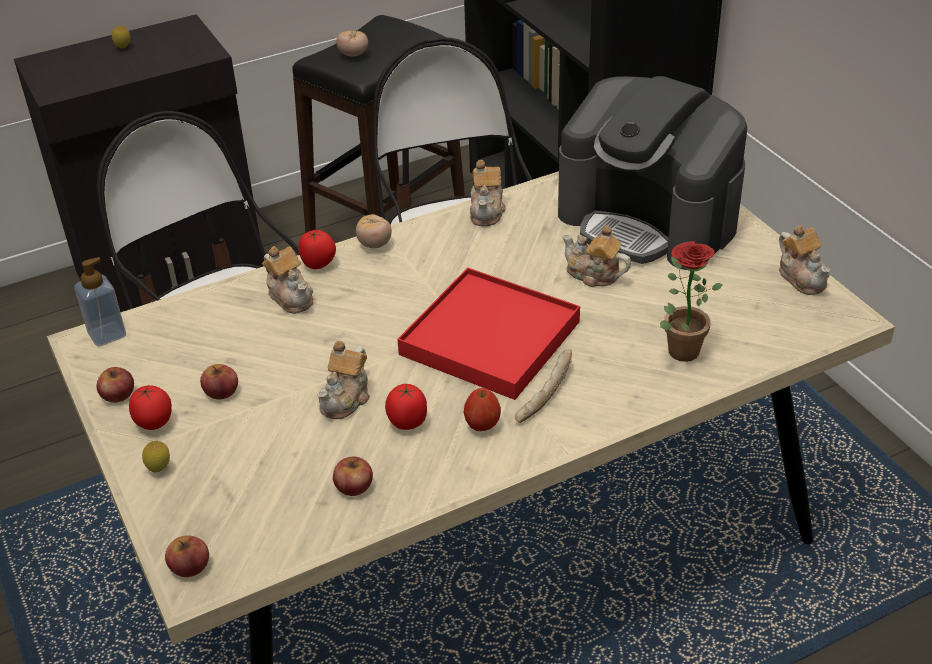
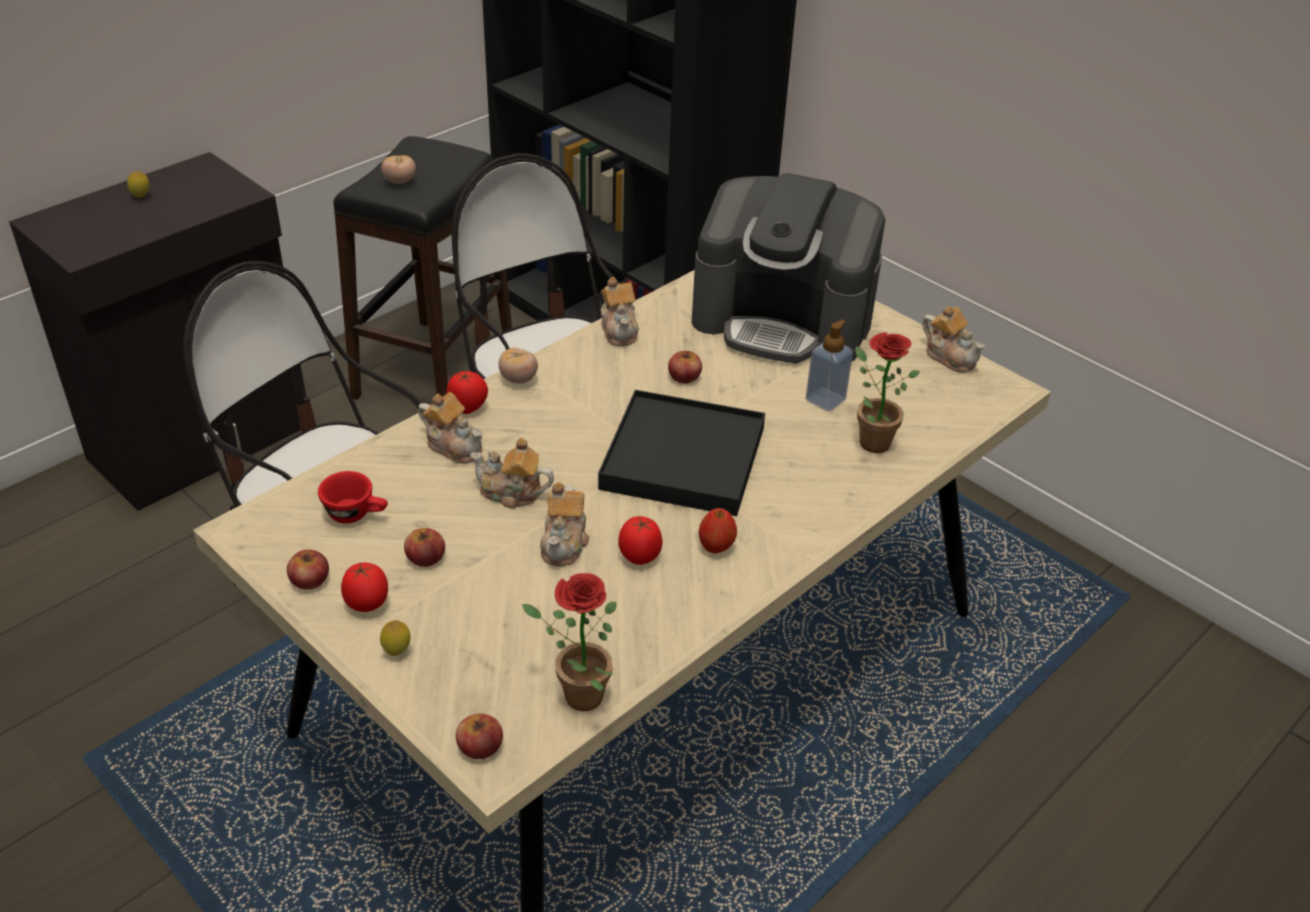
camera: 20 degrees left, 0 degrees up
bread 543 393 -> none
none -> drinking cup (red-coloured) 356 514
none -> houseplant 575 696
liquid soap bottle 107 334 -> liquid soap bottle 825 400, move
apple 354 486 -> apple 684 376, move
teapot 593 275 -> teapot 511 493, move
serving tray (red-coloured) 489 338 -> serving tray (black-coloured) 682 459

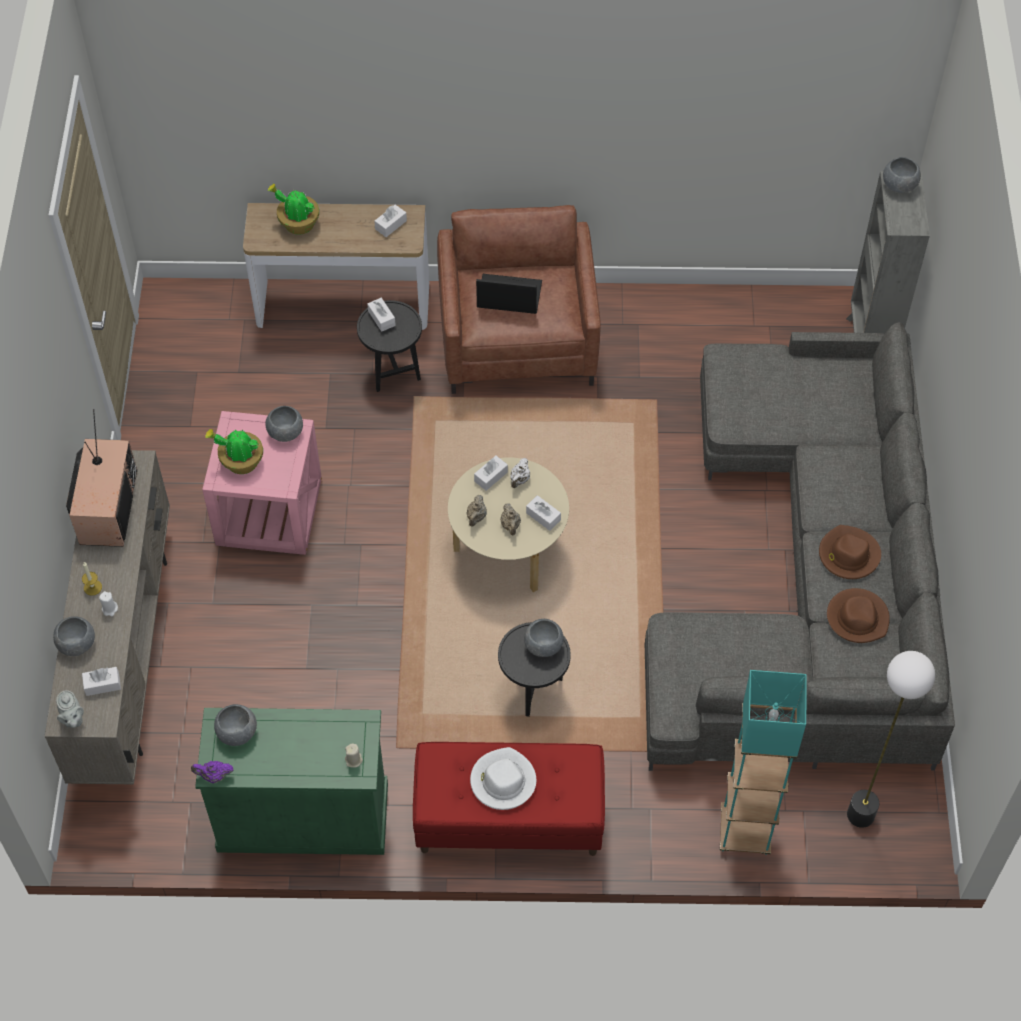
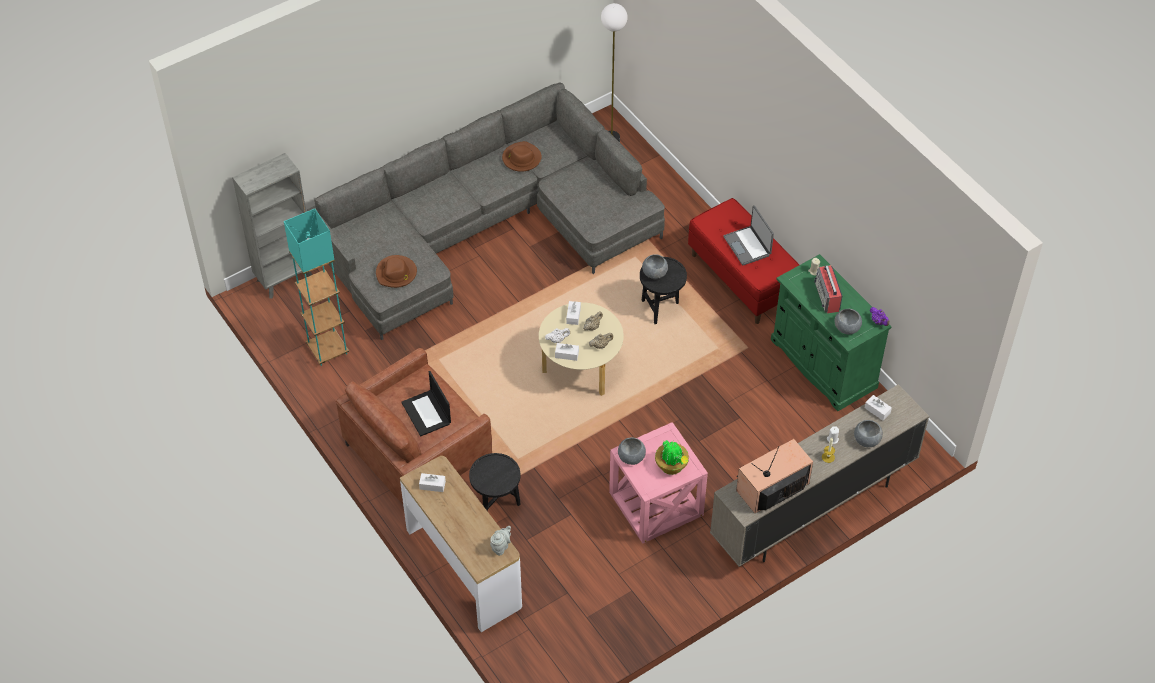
camera: 125 degrees left, 5 degrees down
houseplant 297 224 -> none
box of tissues (white-coloured) 381 318 -> none
bowl (greyish) 899 185 -> none
none -> radio 827 297
teapot (greyish) 72 719 -> teapot (greyish) 501 546, move
standing lamp (blue-green) 745 832 -> standing lamp (blue-green) 327 350, move
hat (brown) 848 555 -> hat (brown) 396 273, move
hat (white-coloured) 502 781 -> portable computer 748 246

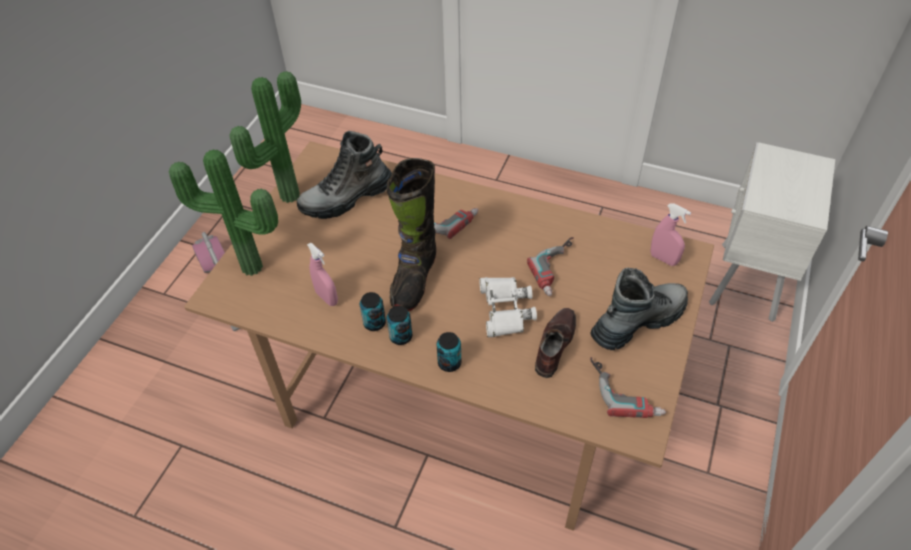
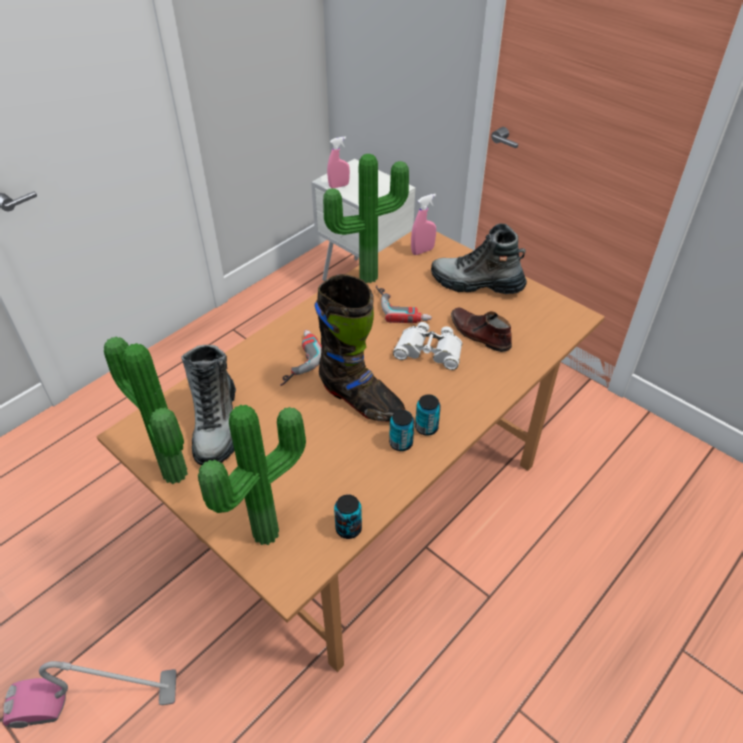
camera: 70 degrees left, 5 degrees down
electric drill 626 390 -> none
none -> houseplant 366 275
sprayer (pink) 327 298 -> sprayer (pink) 339 186, move
can 449 363 -> can 348 529, move
high-top boot 638 321 -> high-top boot 476 283, 60 degrees counterclockwise

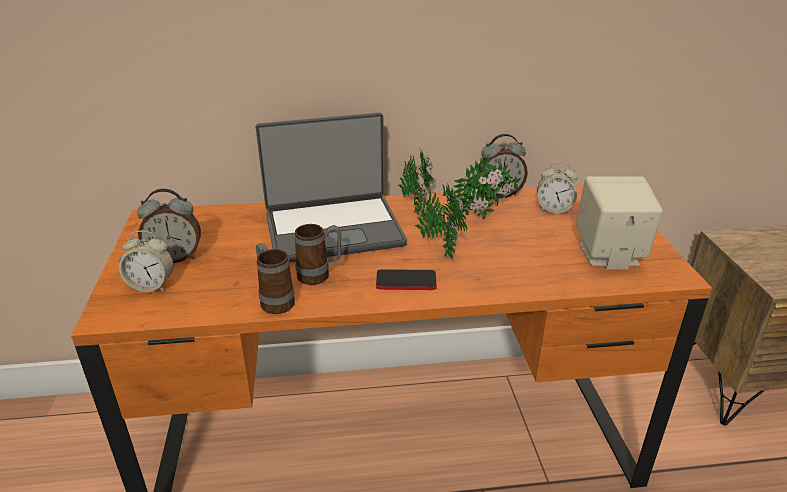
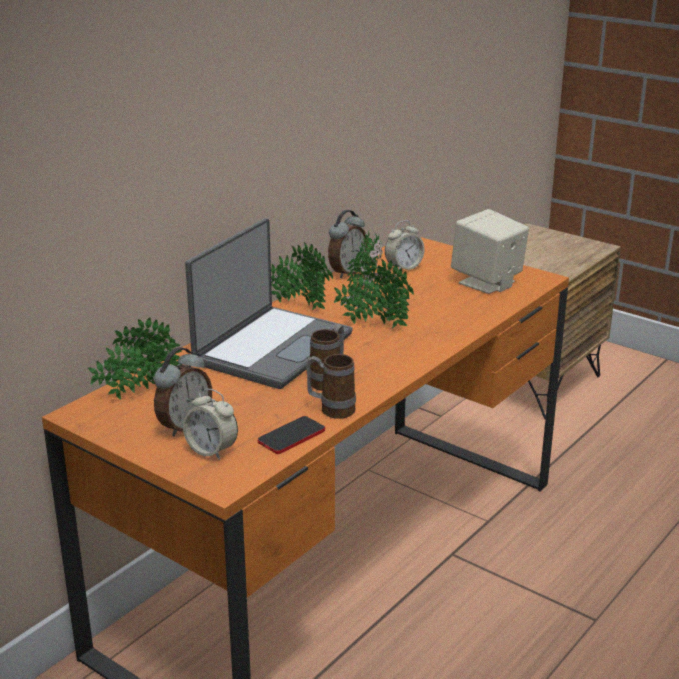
camera: 45 degrees left, 5 degrees down
none -> houseplant 138 393
handset 406 281 -> handset 291 436, move
bedside clock 151 286 -> bedside clock 211 450, 75 degrees clockwise

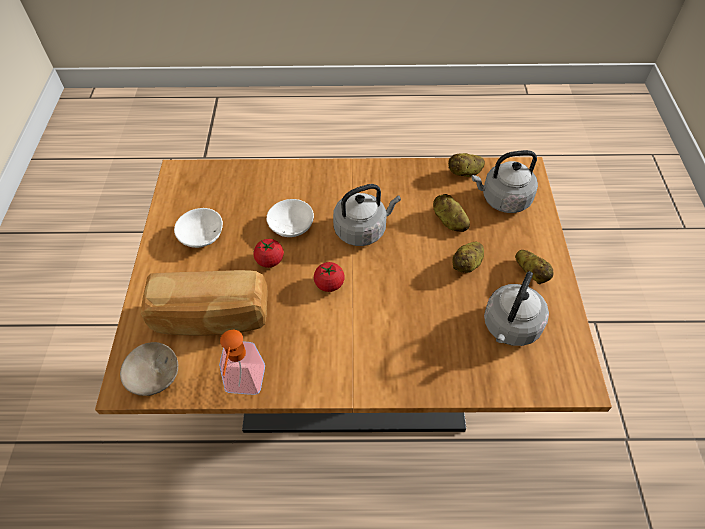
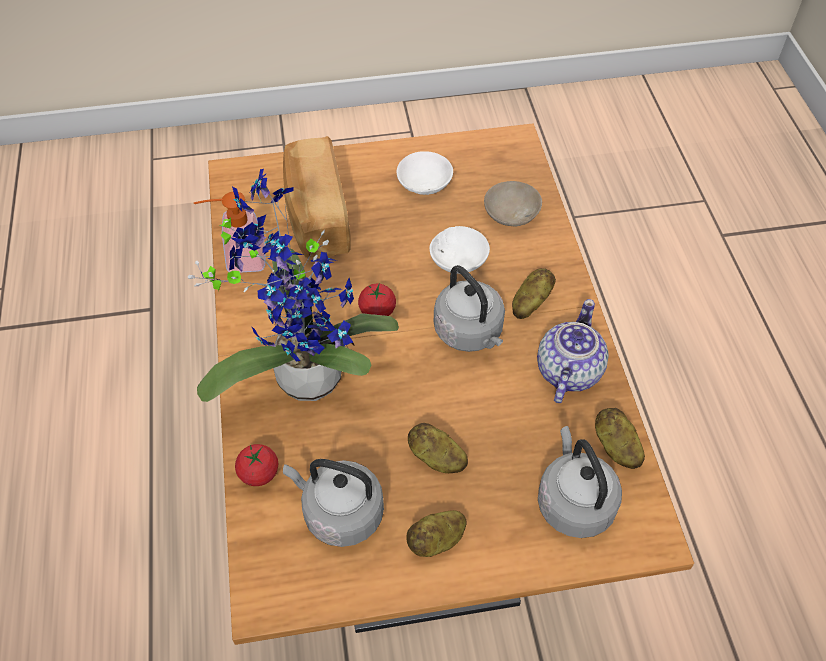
camera: 80 degrees right, 0 degrees up
none -> houseplant 304 371
none -> teapot 567 371
bowl (beige-coloured) 152 376 -> bowl (beige-coloured) 511 213, move
tomato 270 260 -> tomato 259 473, move
whole potato 449 221 -> whole potato 530 303, move

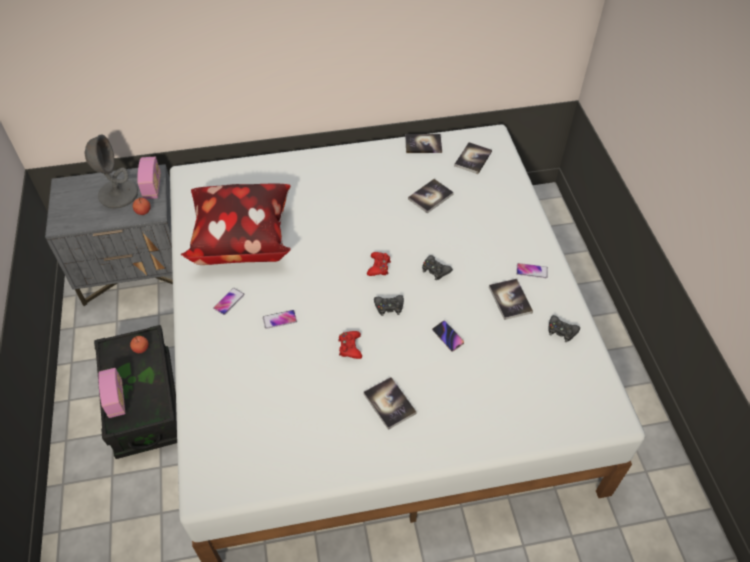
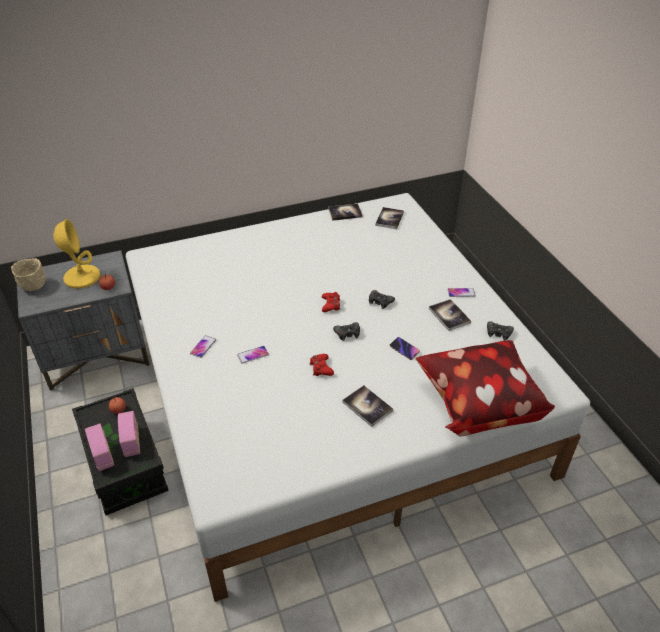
camera: 10 degrees left, 10 degrees down
book 430 196 -> none
none -> bowl (beige-coloured) 34 286
radio 152 187 -> radio 131 441, move
cushion 241 240 -> cushion 477 404, move
lamp for a table (greyish) 118 194 -> lamp for a table (yellow) 82 277

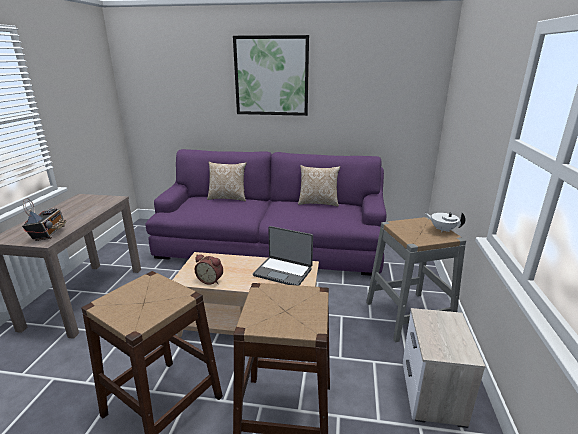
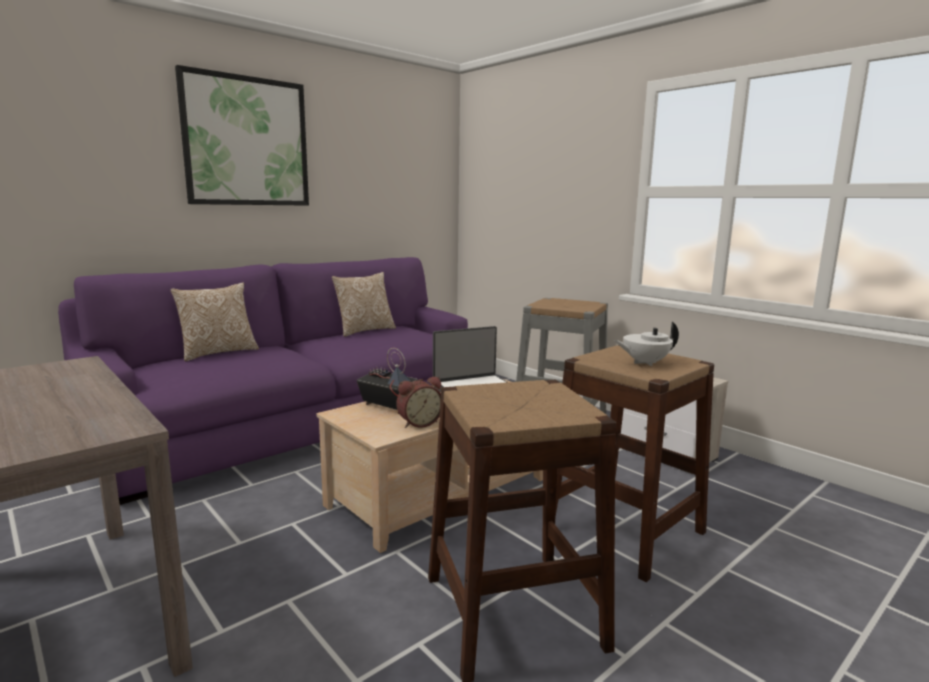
camera: 50 degrees left, 10 degrees down
radio 49 234 -> radio 388 407, move
teapot (white-coloured) 442 230 -> teapot (white-coloured) 644 363, move

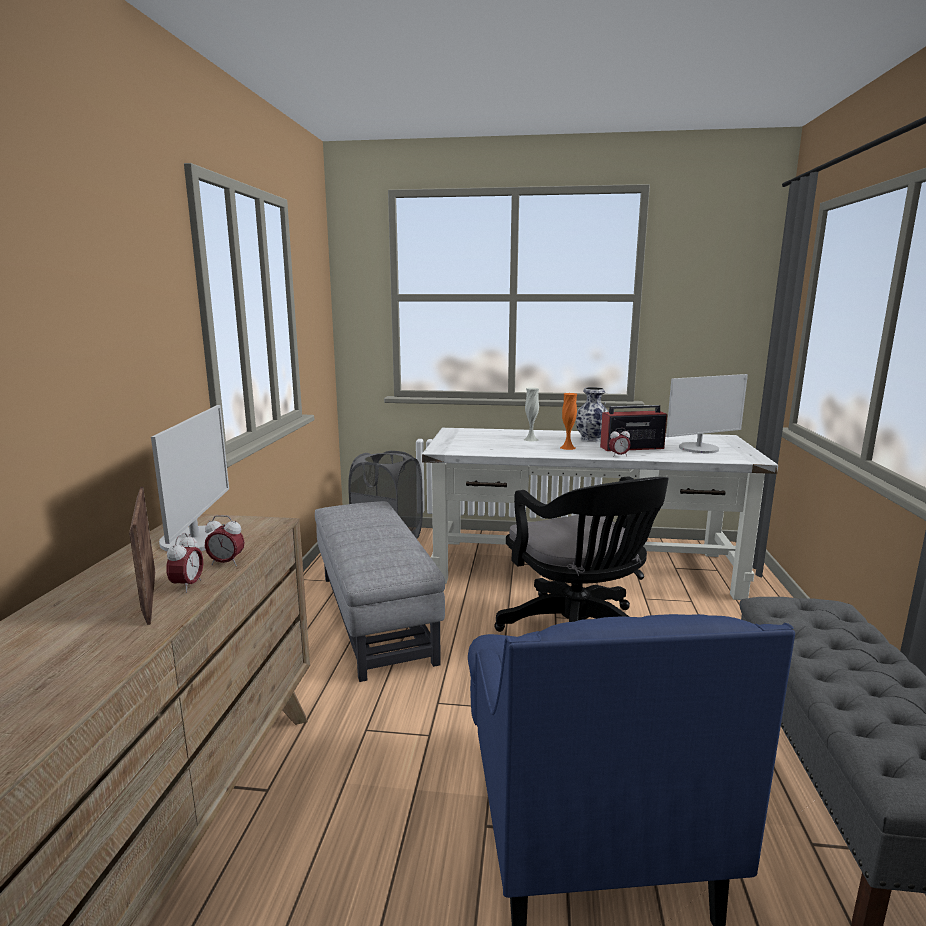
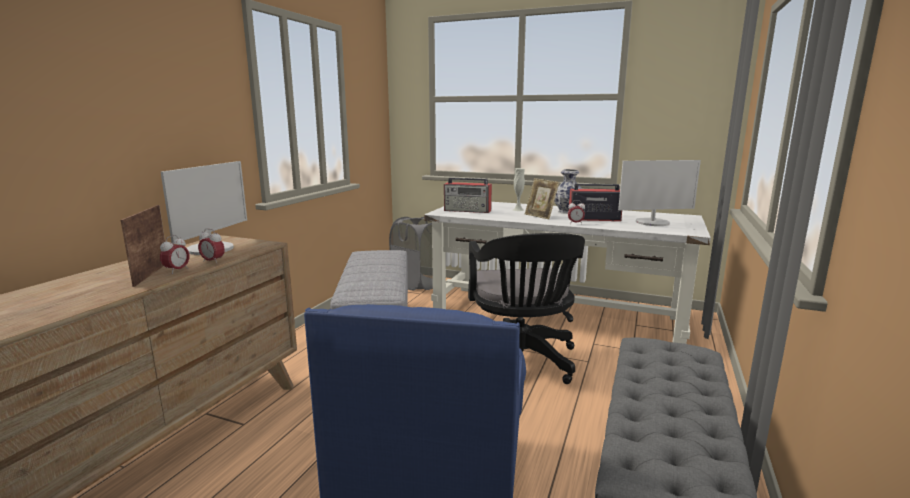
camera: 15 degrees right, 0 degrees up
none -> radio 468 210
vase (orange) 567 447 -> photo frame 540 216

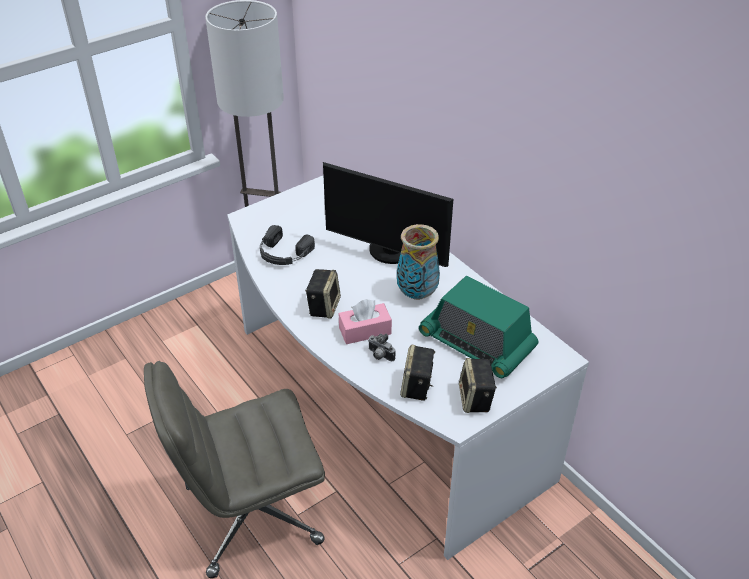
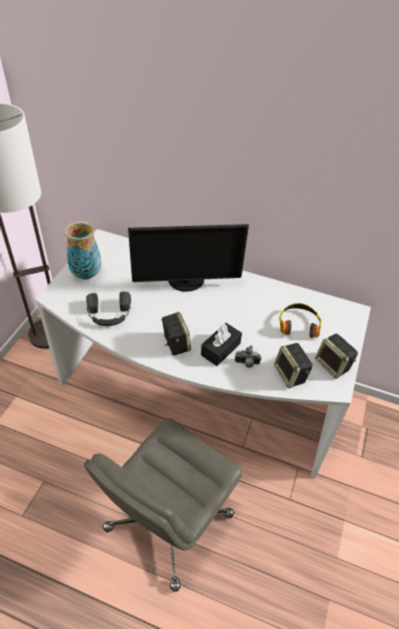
camera: 35 degrees left, 5 degrees up
vase 417 294 -> vase 87 275, move
radio 477 343 -> pair of headphones 298 324
box of tissues (pink) 365 331 -> box of tissues (black-coloured) 220 349

